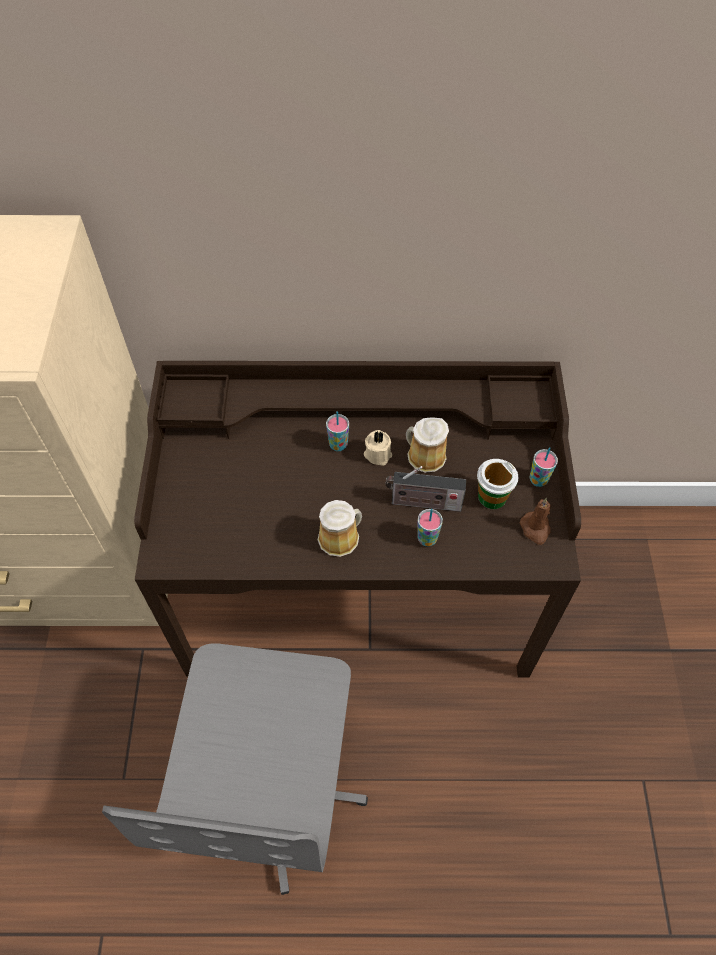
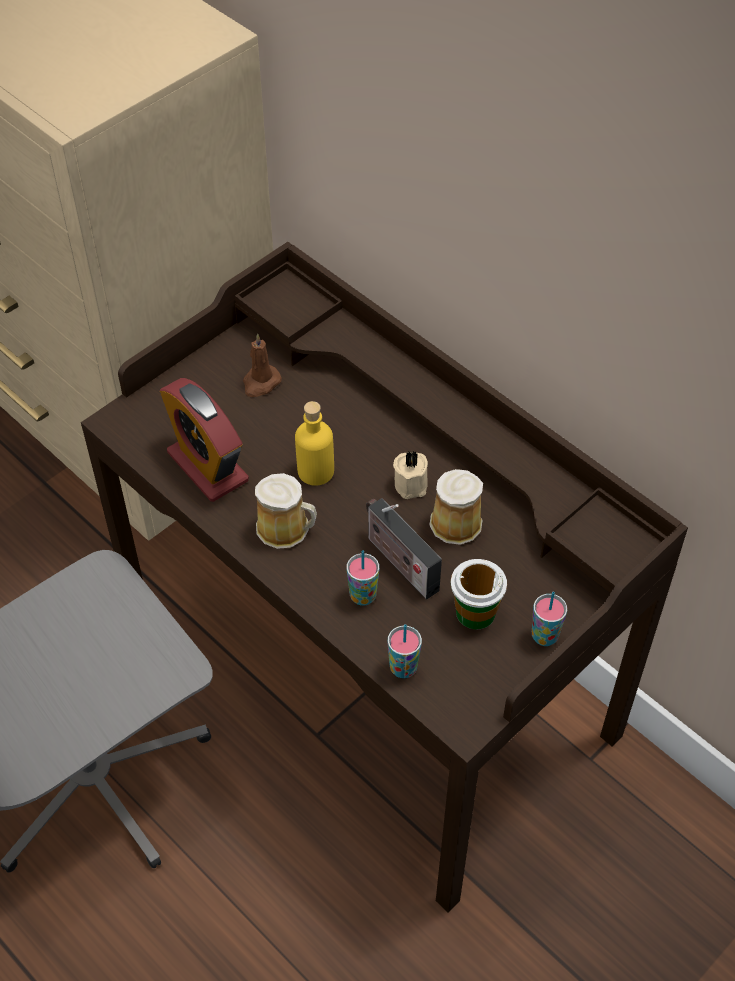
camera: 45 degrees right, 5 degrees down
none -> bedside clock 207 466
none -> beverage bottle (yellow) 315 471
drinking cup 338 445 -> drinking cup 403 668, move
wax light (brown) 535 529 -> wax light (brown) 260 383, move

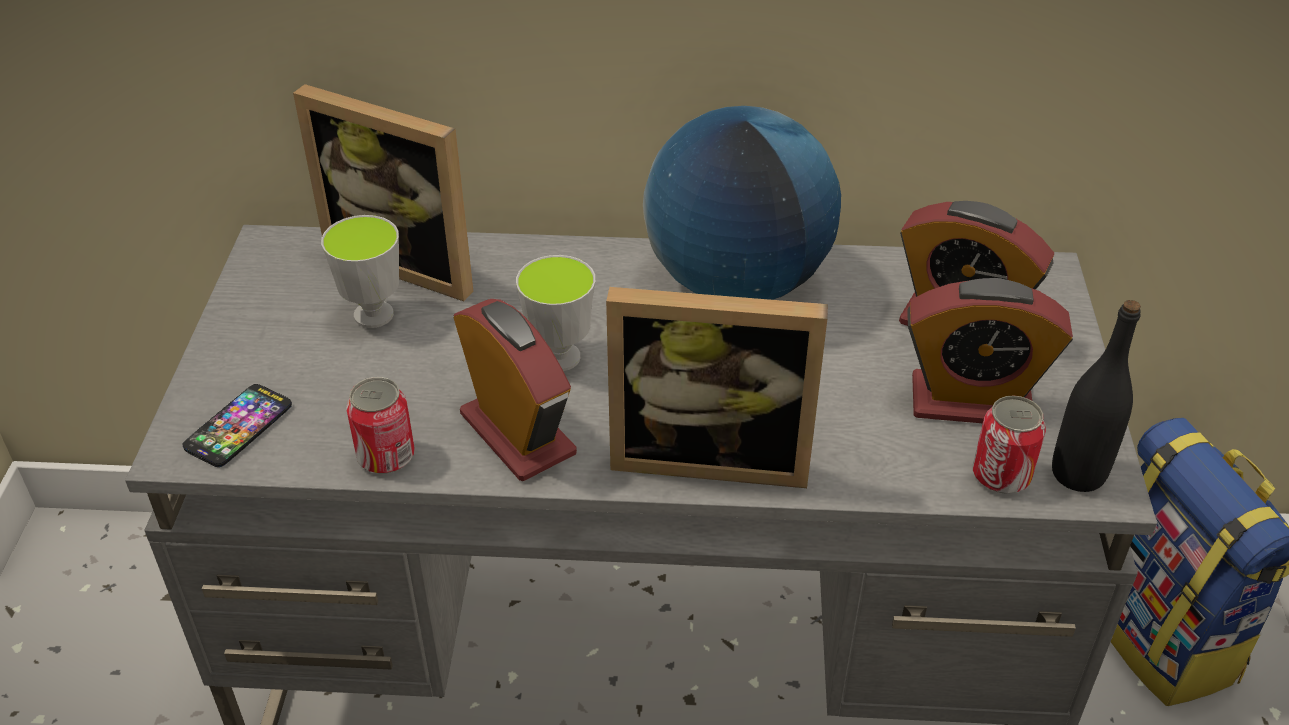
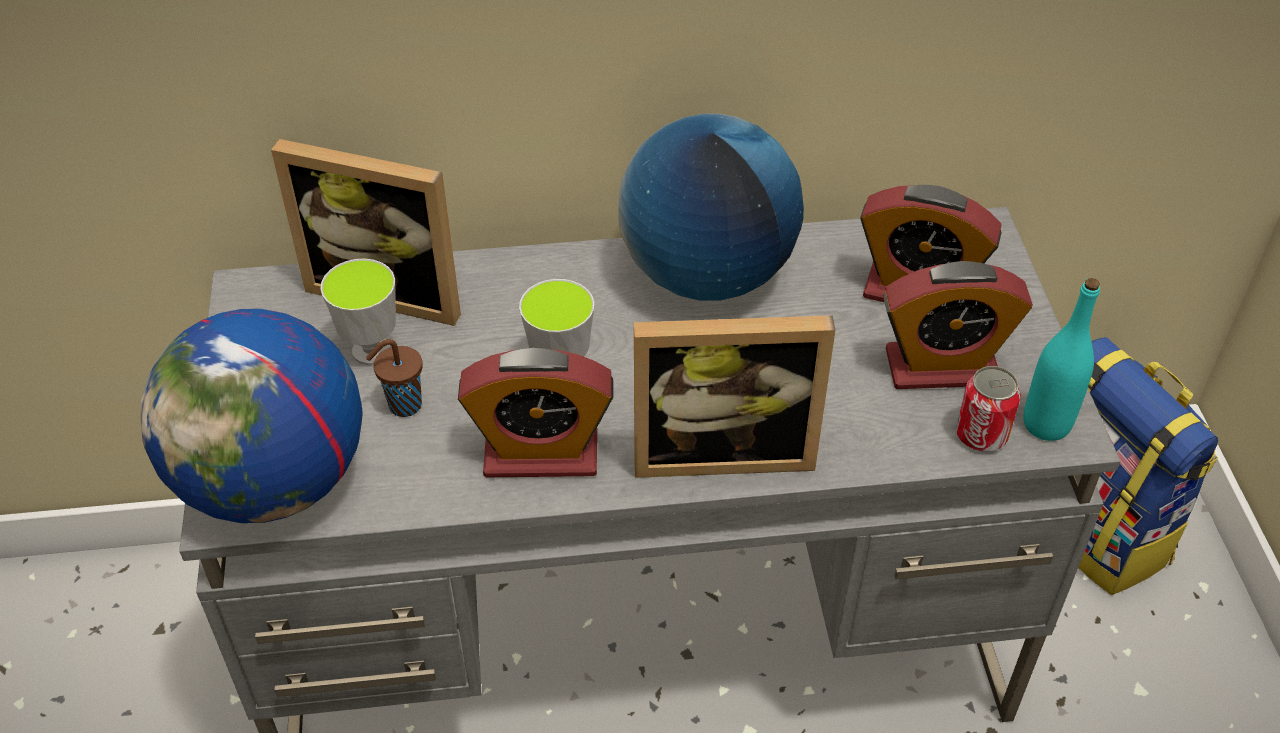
camera: 10 degrees left, 5 degrees up
can 386 456 -> none
none -> drinking cup (brown) 403 406
handset 238 427 -> globe 274 482
beverage bottle (black-coloured) 1078 474 -> beverage bottle (blue-green) 1046 424
bedside clock 517 434 -> bedside clock 541 454, 135 degrees clockwise

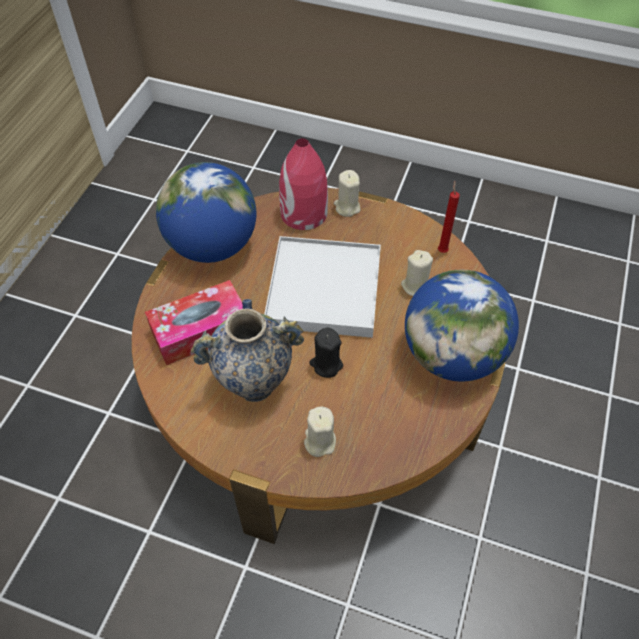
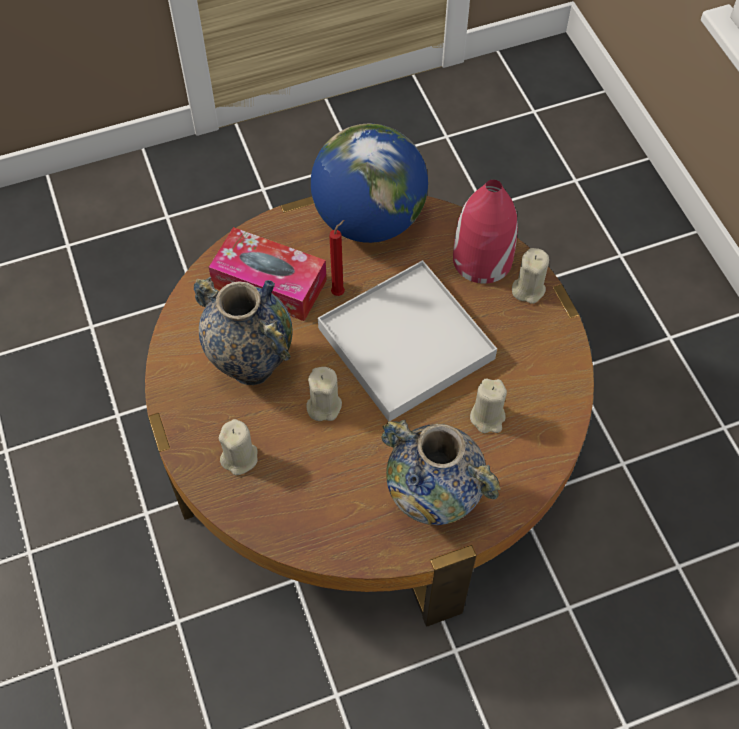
camera: 50 degrees right, 5 degrees up
wax light (red-coloured) 442 250 -> wax light (red-coloured) 339 292, move
globe 452 355 -> vase 432 503
wax light (black-coloured) 326 364 -> wax light (beige-coloured) 323 405

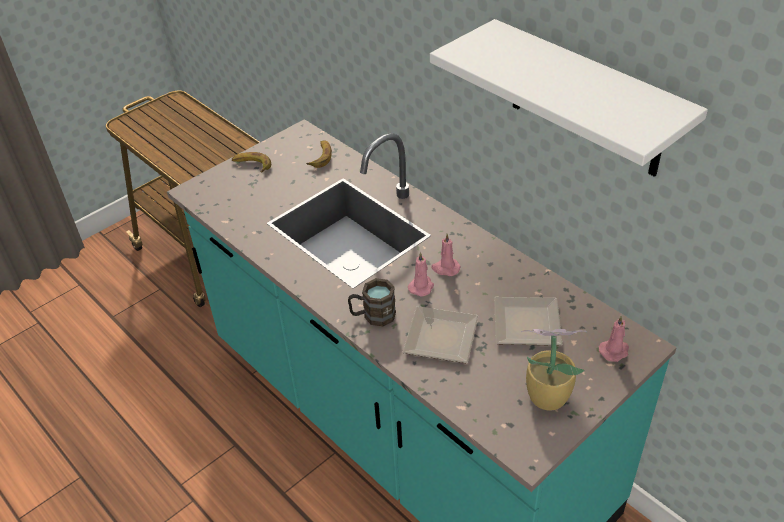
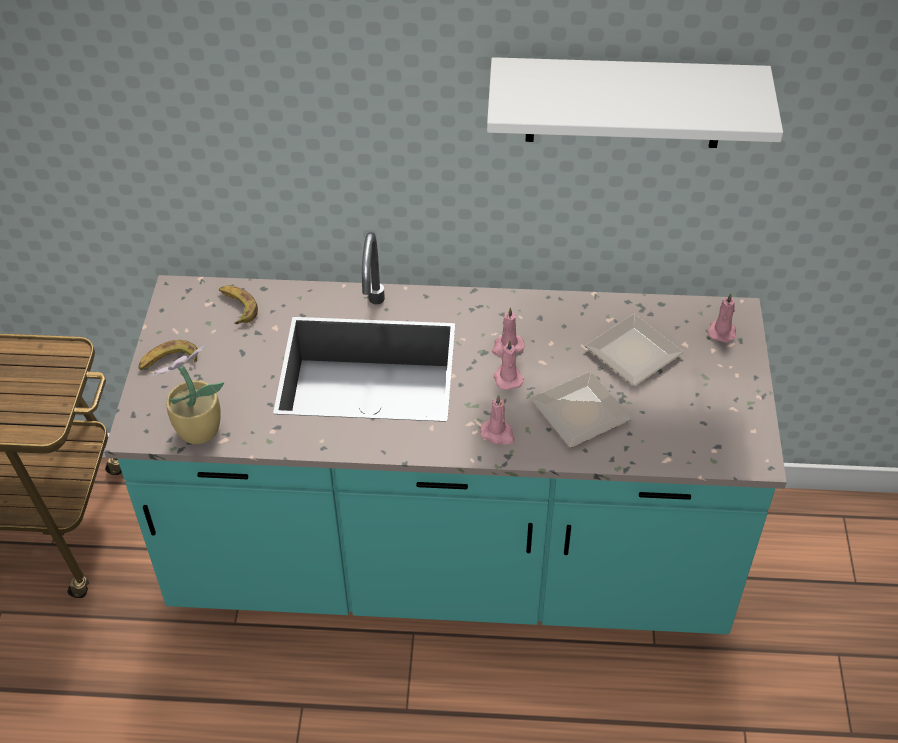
camera: 45 degrees left, 5 degrees up
houseplant 545 396 -> houseplant 196 430, move
tea mug (brown) 373 315 -> wax light (pink) 498 434

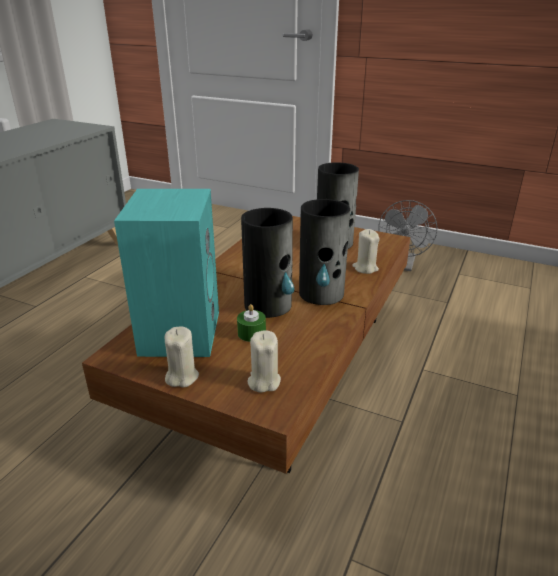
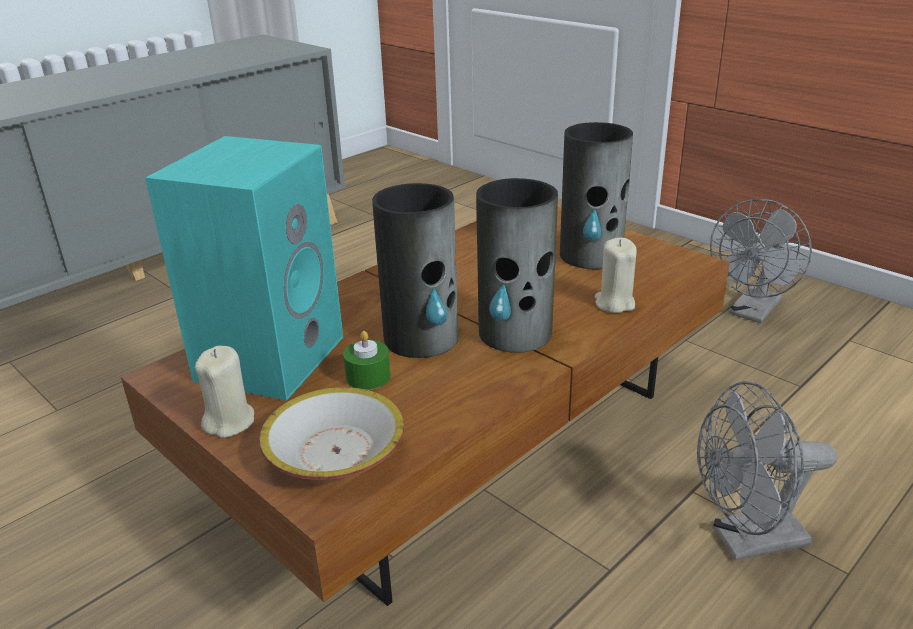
camera: 20 degrees right, 0 degrees up
none -> fan (greyish) 746 541
wax light (beige-coloured) 263 381 -> bowl 336 452

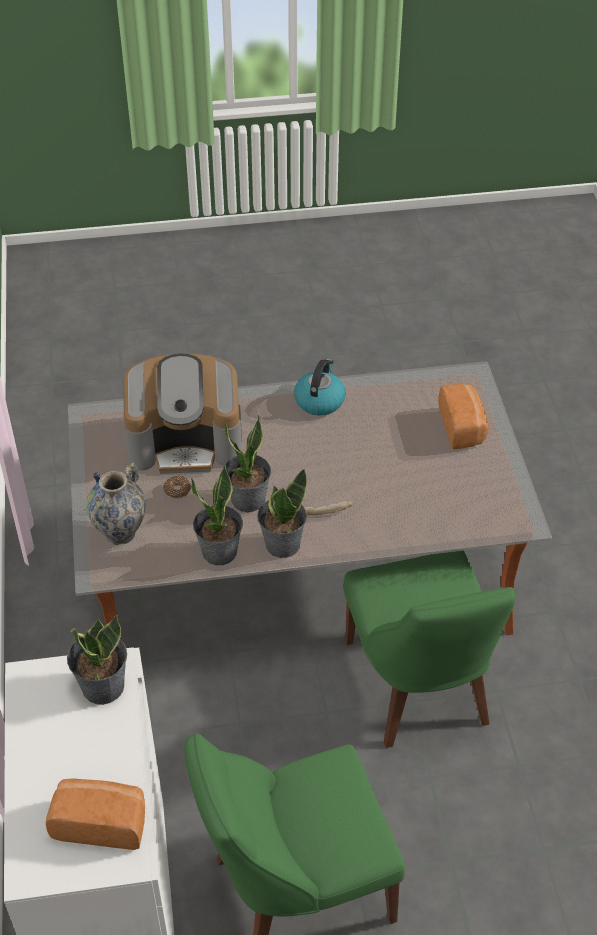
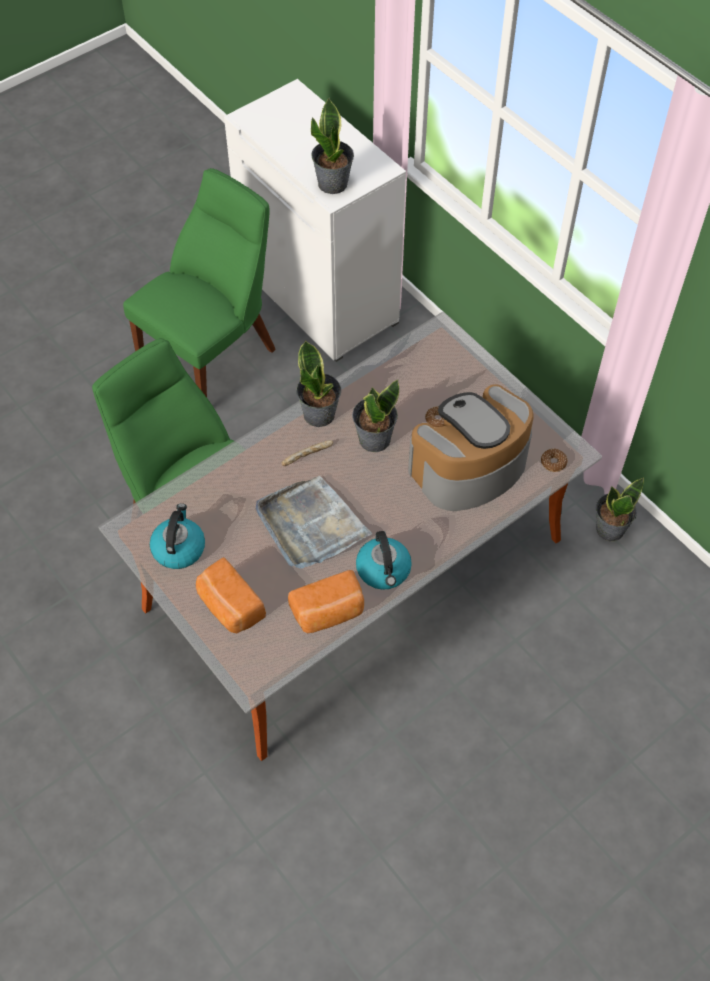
camera: 150 degrees right, 10 degrees up
vase 120 534 -> none
none -> water kettle 178 548
none -> serving tray (greyish) 311 525
none -> doughnut 553 462
bread 101 822 -> bread 329 613, move
houseplant 220 552 -> houseplant 609 528, move

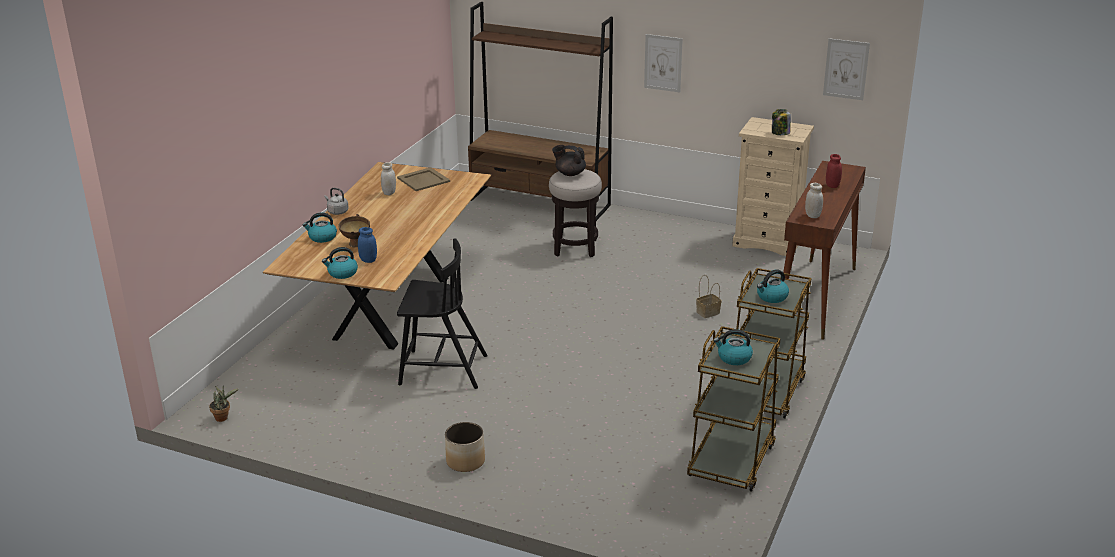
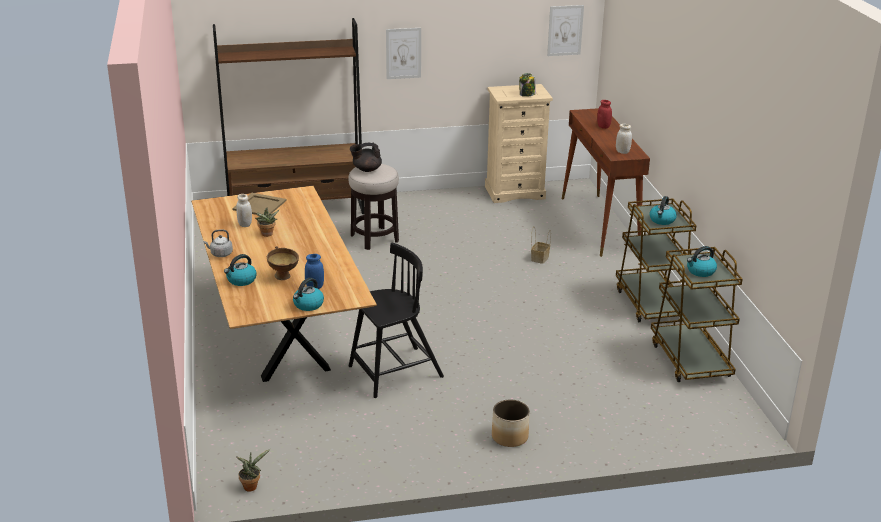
camera: 35 degrees left, 0 degrees up
none -> houseplant 267 235

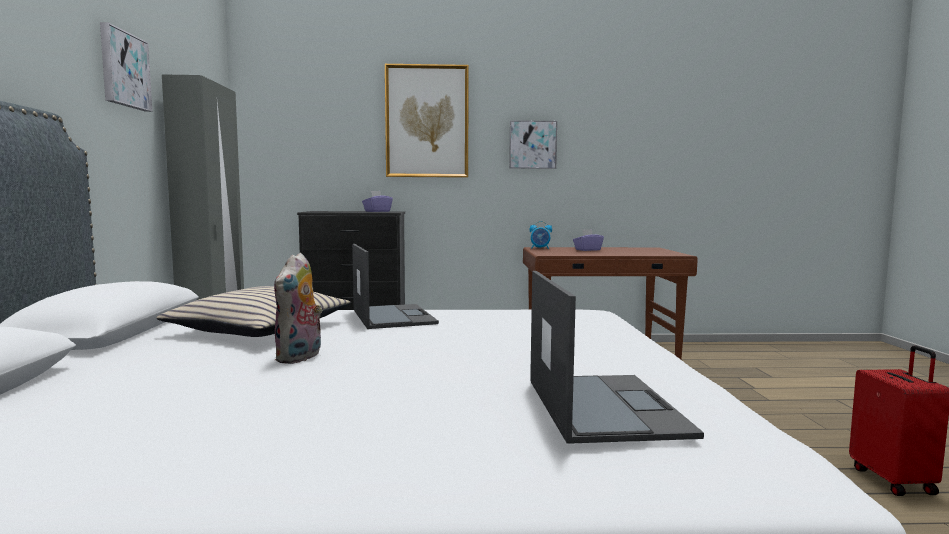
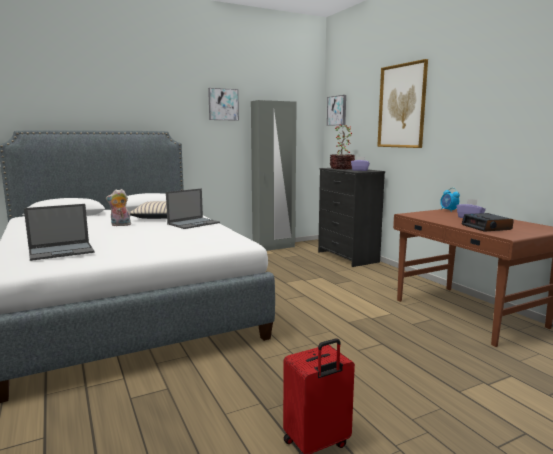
camera: 65 degrees right, 5 degrees up
none -> houseplant 342 168
none -> bedside clock 487 227
picture 532 145 -> picture 337 110, move

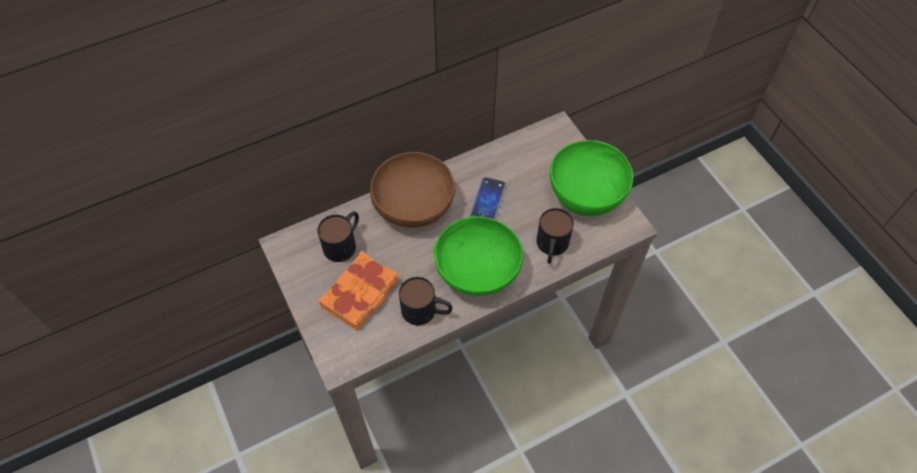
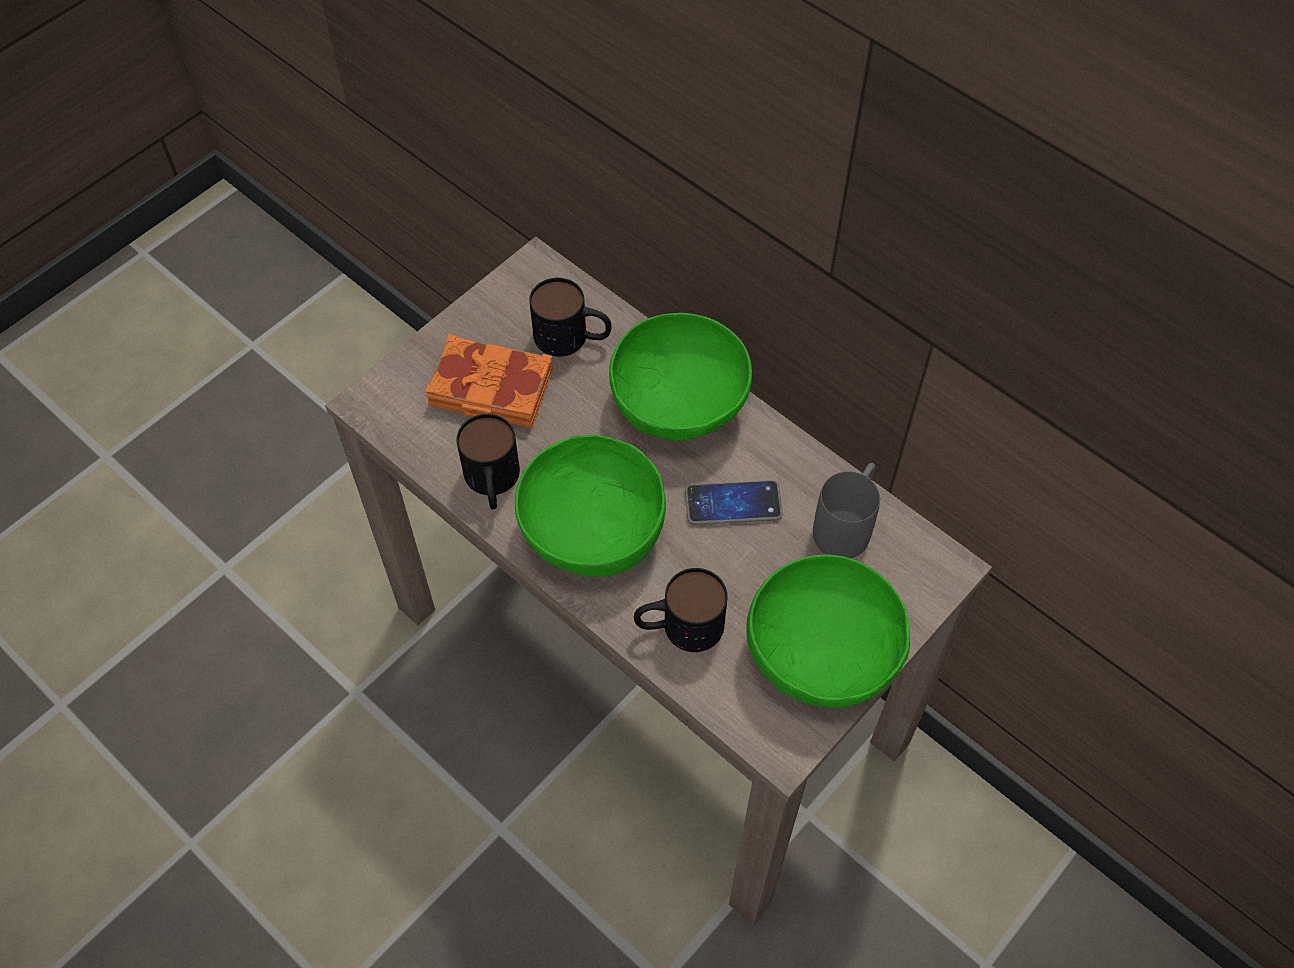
camera: 70 degrees right, 0 degrees up
none -> tea mug (greyish) 847 524
bowl (brown) 414 204 -> bowl (green) 680 404

